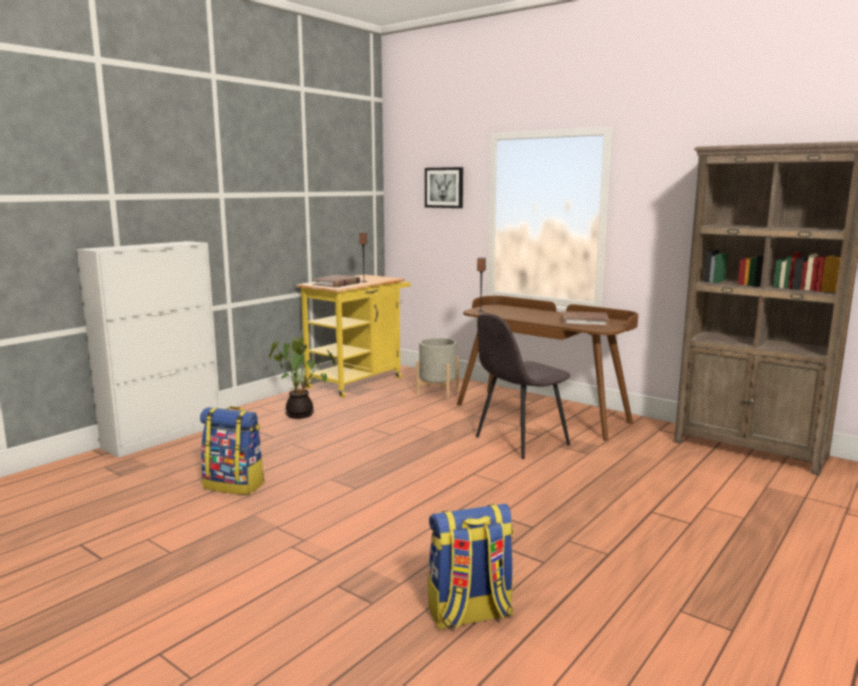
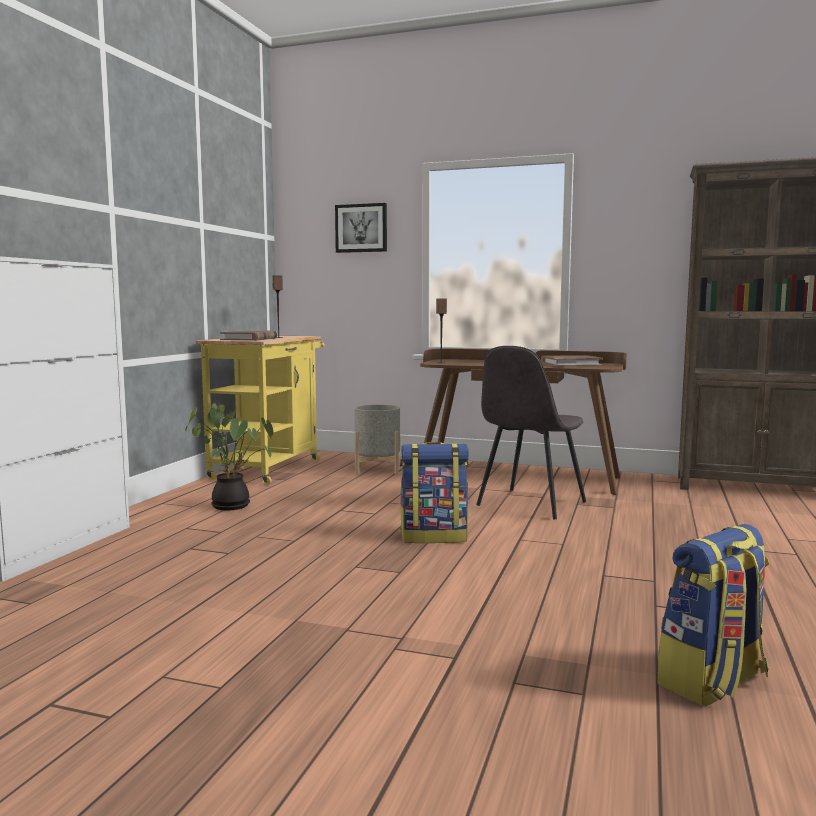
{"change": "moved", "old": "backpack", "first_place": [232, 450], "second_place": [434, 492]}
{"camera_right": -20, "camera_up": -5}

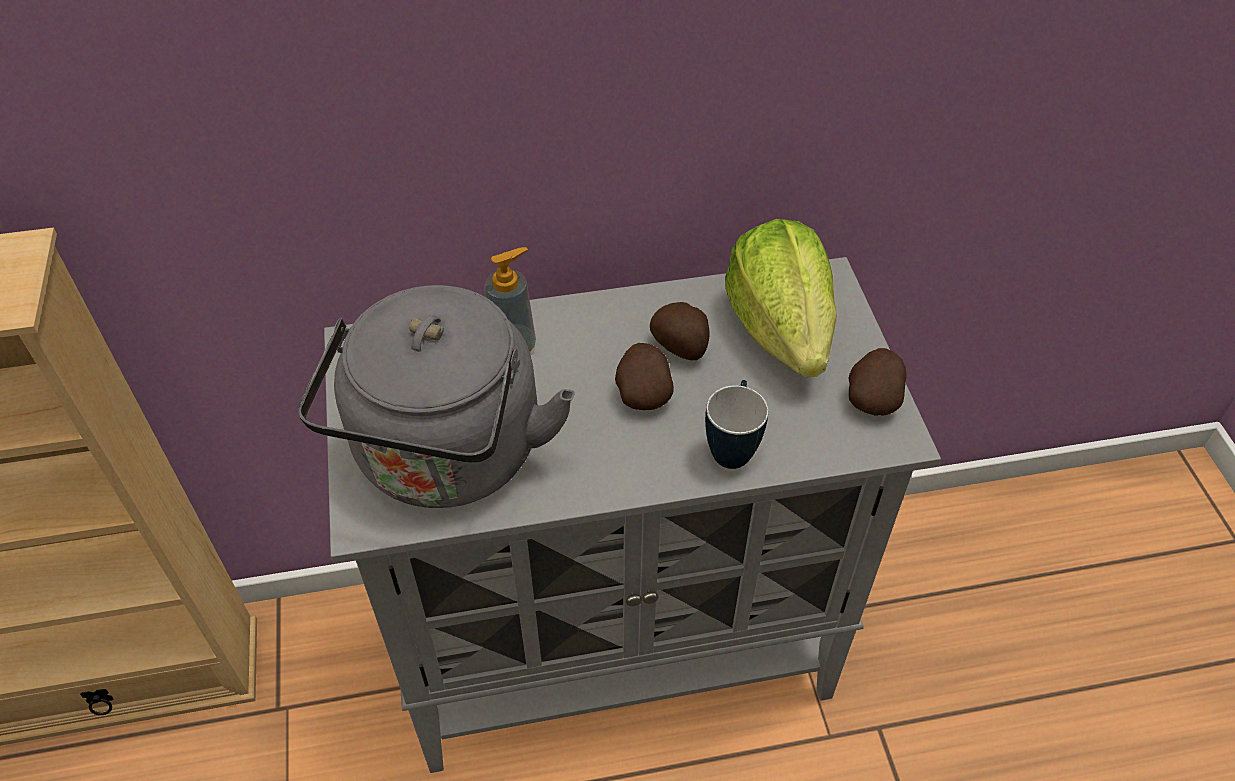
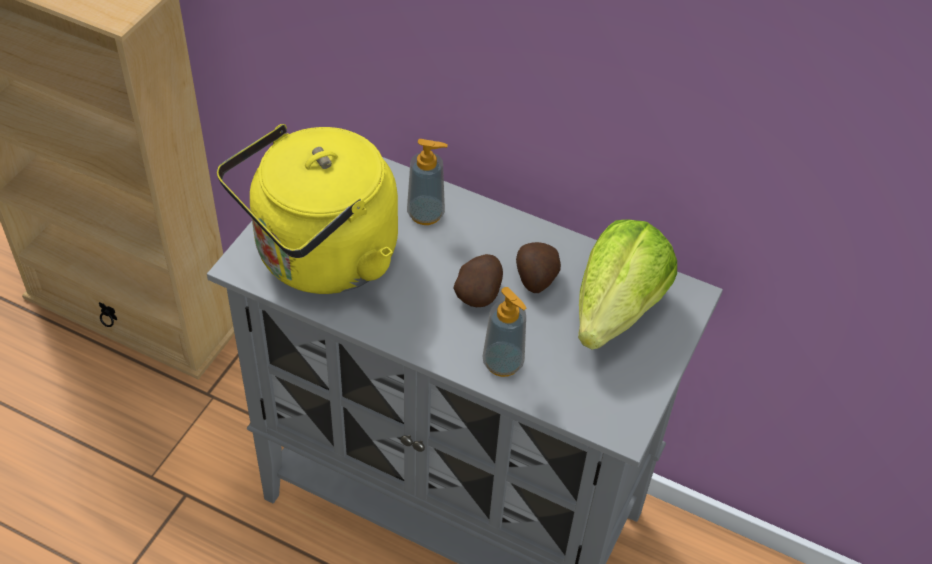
{"change": "recoloured", "old": "grey kettle", "new": "yellow kettle", "first_place": [436, 396], "second_place": [307, 209]}
{"change": "replaced", "old": "mug", "new": "soap dispenser", "first_place": [736, 424], "second_place": [504, 332]}
{"change": "removed", "old": "potato", "first_place": [877, 382]}
{"camera_right": 35, "camera_up": 0}

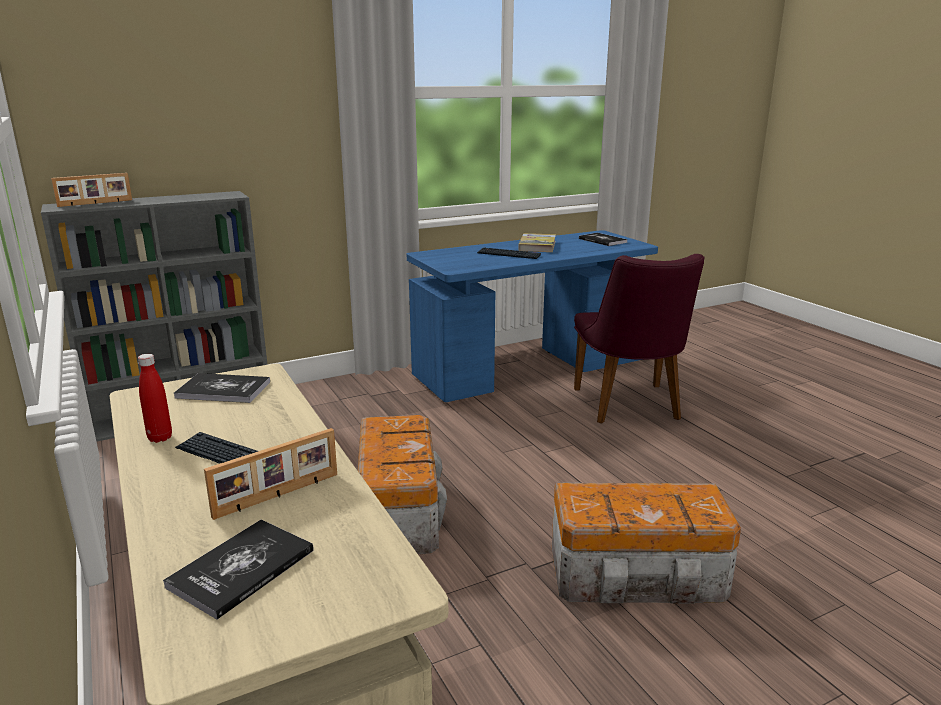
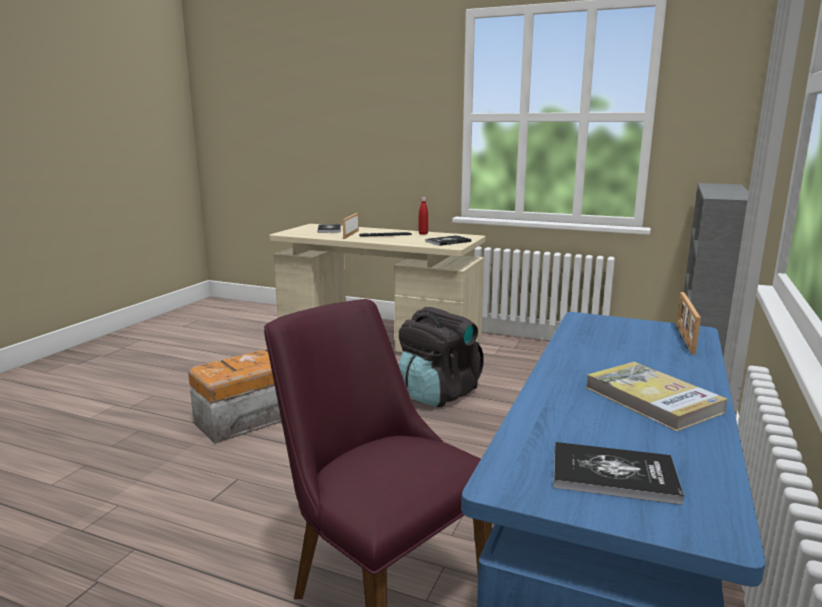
{"change": "moved", "old": "picture frame", "first_place": [91, 190], "second_place": [688, 323]}
{"change": "replaced", "old": "storage box", "new": "black backpack", "first_place": [402, 484], "second_place": [441, 357]}
{"change": "removed", "old": "keyboard", "first_place": [509, 253]}
{"camera_right": 140, "camera_up": -5}

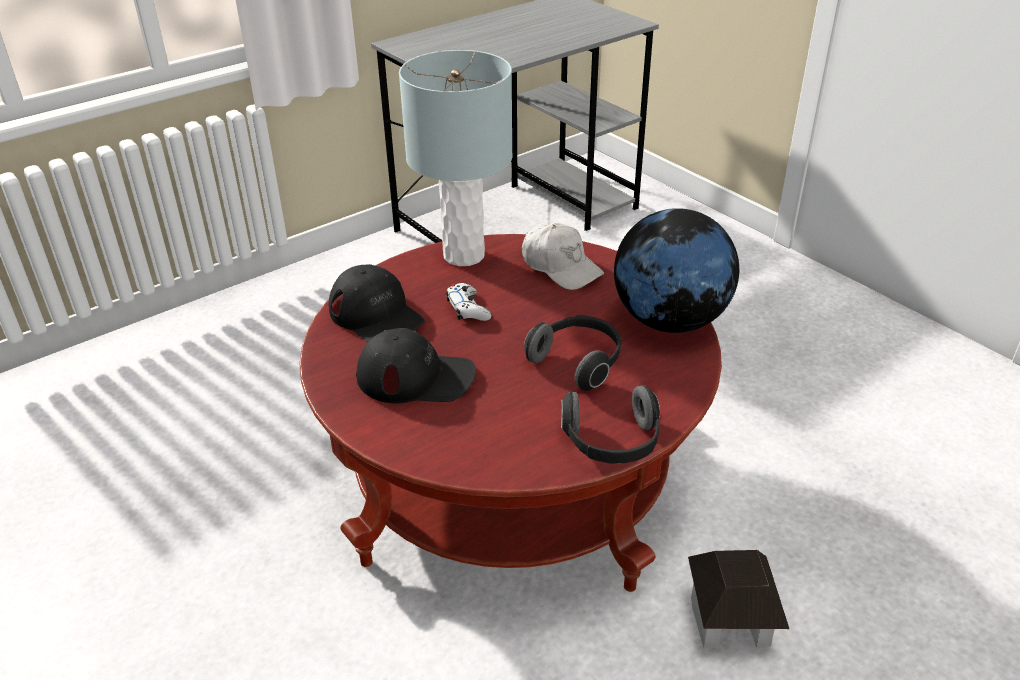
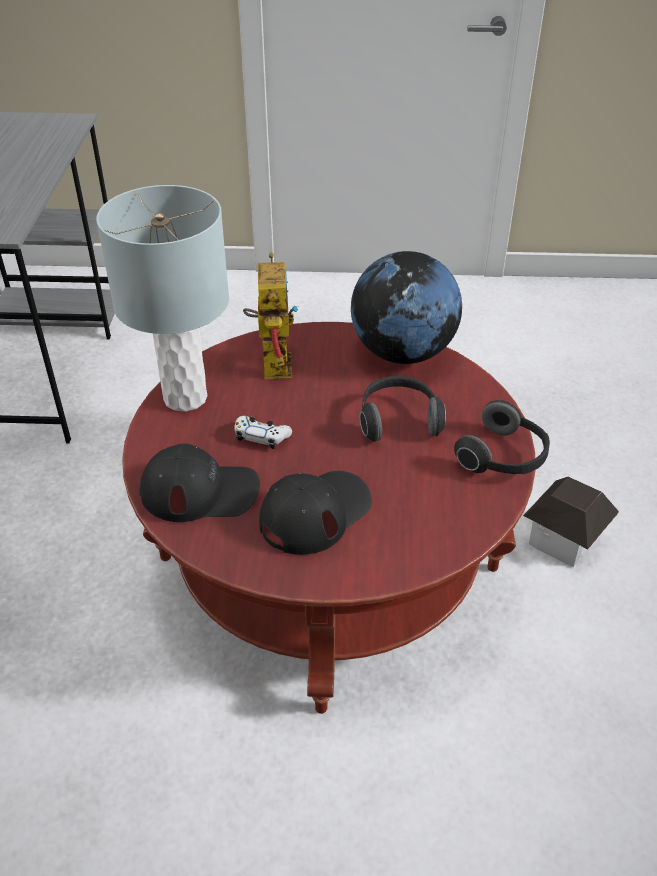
{"change": "replaced", "old": "white cap", "new": "toy robot", "first_place": [563, 256], "second_place": [270, 315]}
{"camera_right": -50, "camera_up": 5}

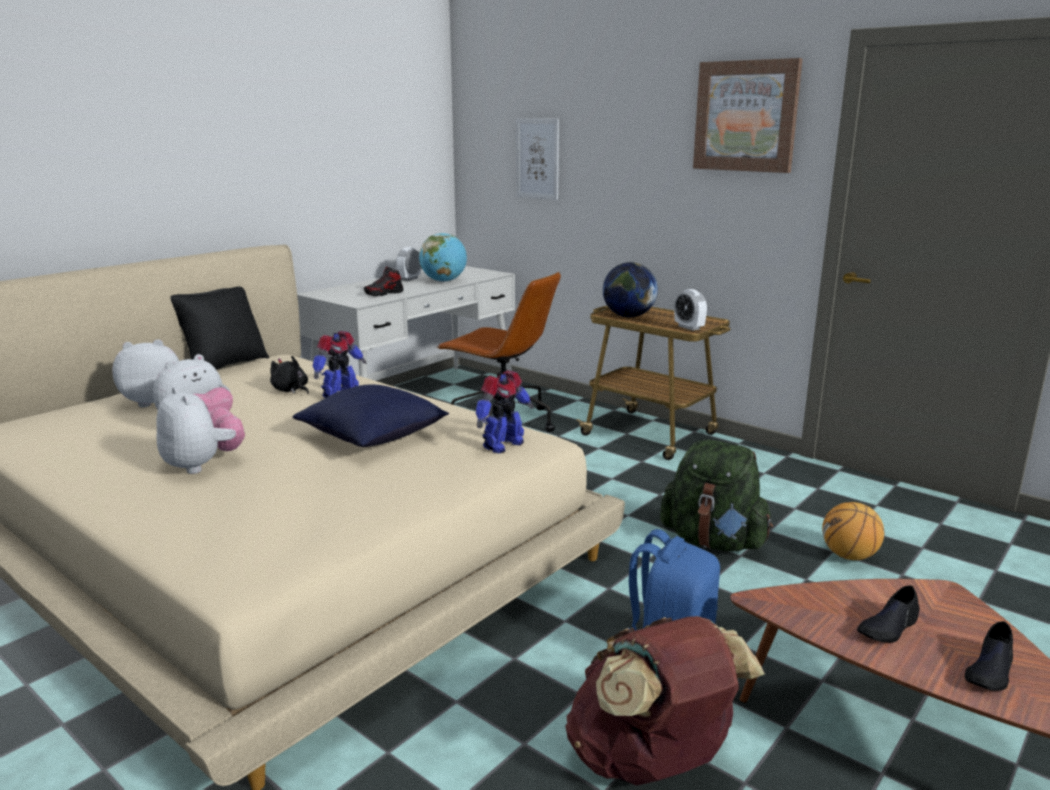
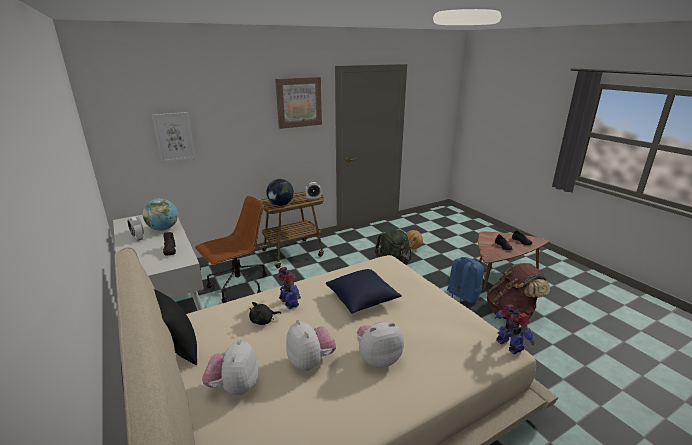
{"change": "moved", "old": "toy robot", "first_place": [505, 412], "second_place": [514, 329]}
{"camera_right": -70, "camera_up": 5}

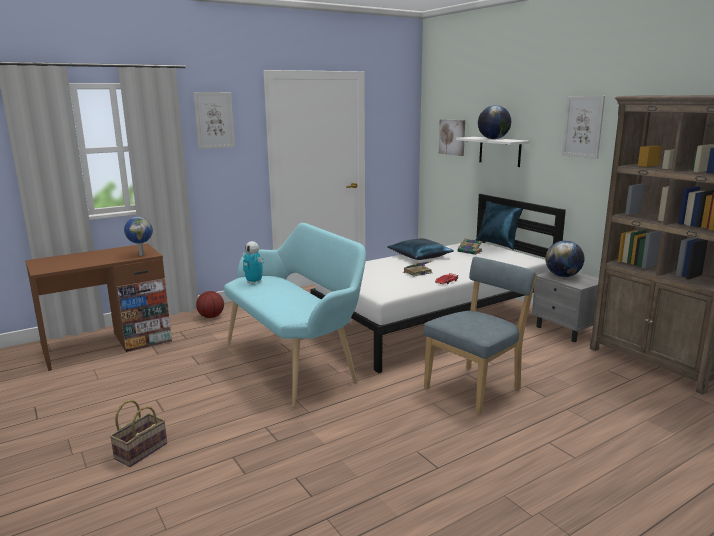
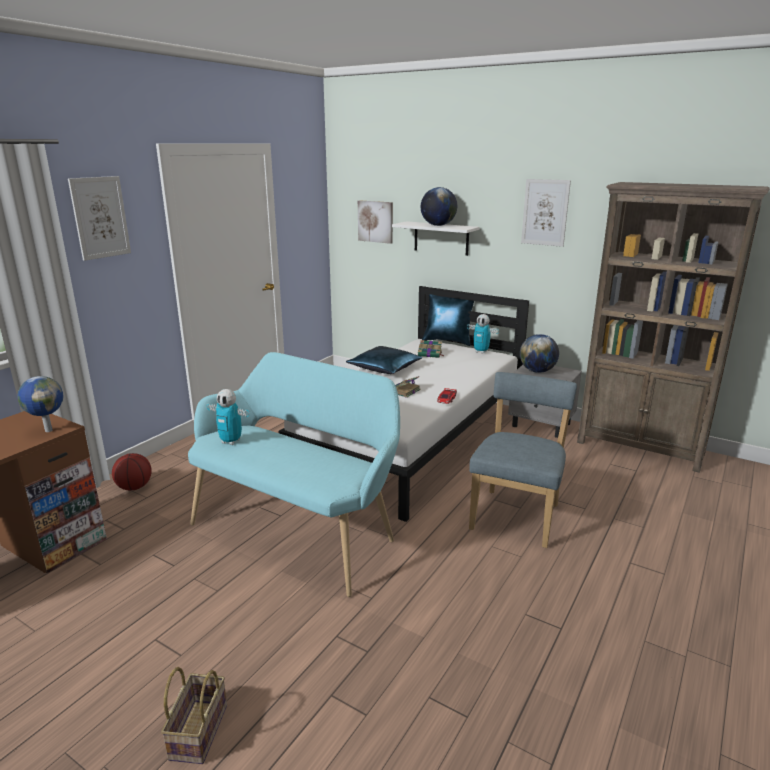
{"change": "added", "new": "toy robot", "second_place": [483, 334]}
{"camera_right": -25, "camera_up": 5}

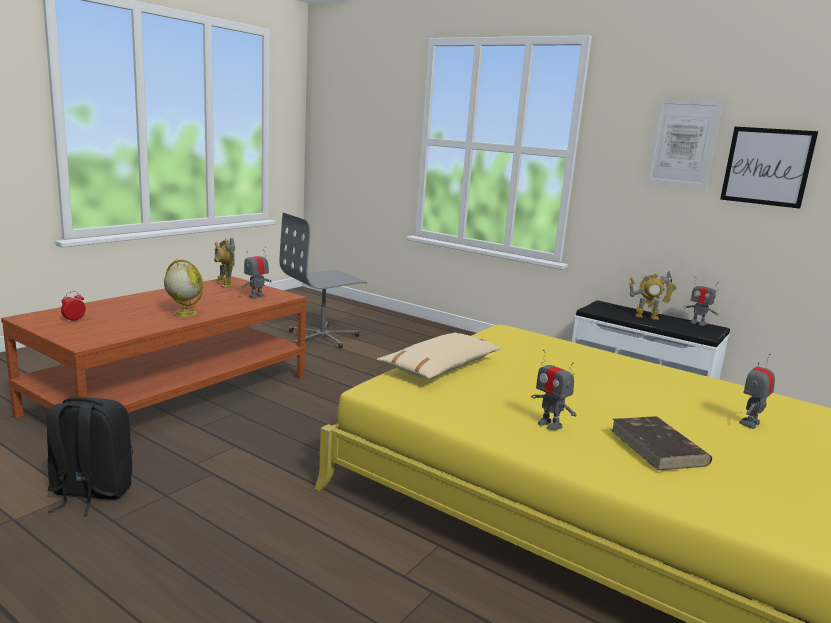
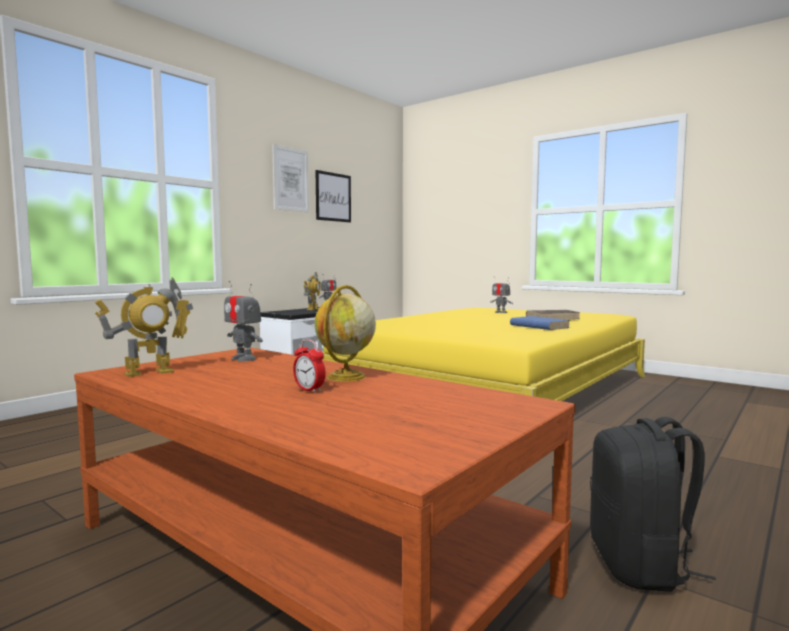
{"change": "moved", "old": "alarm clock", "first_place": [73, 306], "second_place": [309, 366]}
{"change": "removed", "old": "grey office chair", "first_place": [323, 280]}
{"change": "removed", "old": "beige pillow", "first_place": [439, 355]}
{"change": "replaced", "old": "toy robot", "new": "blue book", "first_place": [554, 389], "second_place": [540, 323]}
{"camera_right": -85, "camera_up": -10}

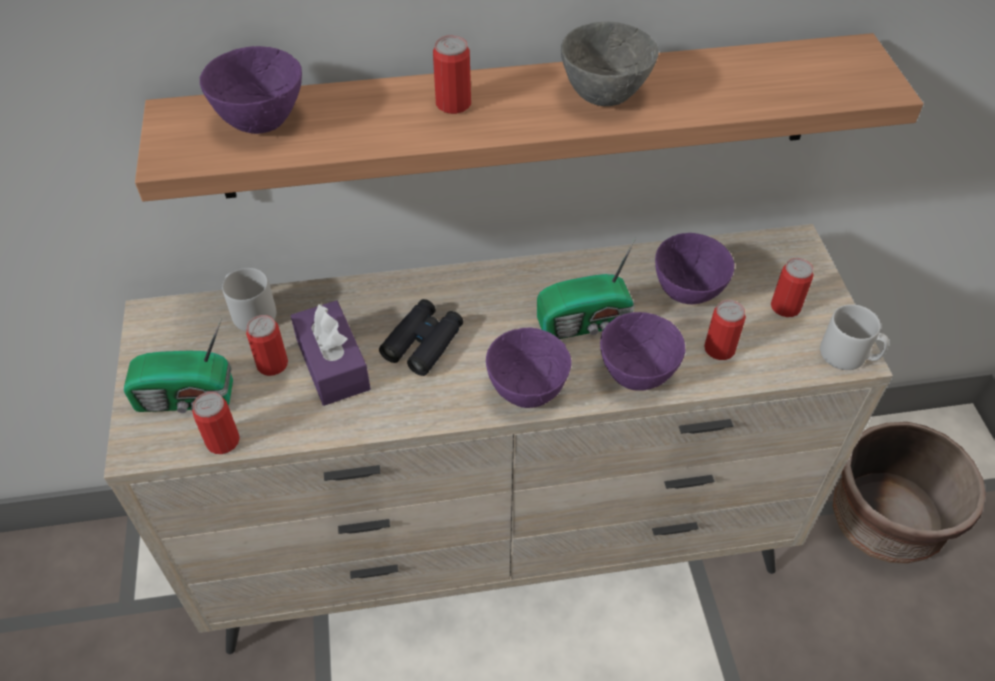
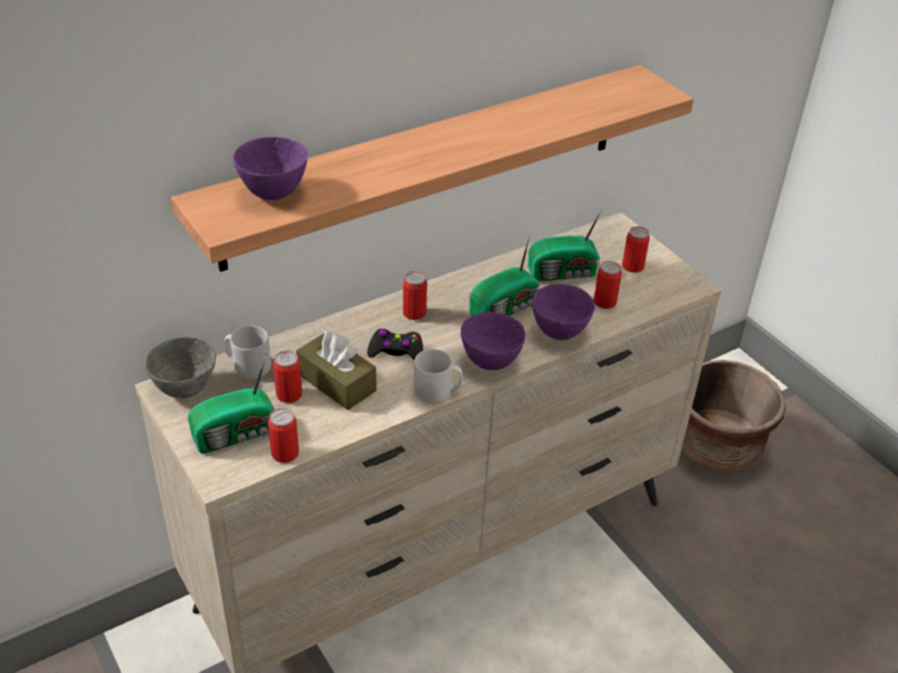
{"change": "recoloured", "old": "purple tissue box", "new": "brown tissue box", "first_place": [331, 353], "second_place": [336, 370]}
{"change": "replaced", "old": "black binoculars", "new": "black game controller", "first_place": [421, 337], "second_place": [395, 344]}
{"change": "moved", "old": "can", "first_place": [452, 74], "second_place": [415, 295]}
{"change": "moved", "old": "grey bowl", "first_place": [610, 64], "second_place": [180, 367]}
{"change": "replaced", "old": "purple bowl", "new": "radio", "first_place": [695, 268], "second_place": [565, 244]}
{"change": "moved", "old": "grey mug", "first_place": [854, 337], "second_place": [438, 376]}
{"camera_right": -25, "camera_up": -10}

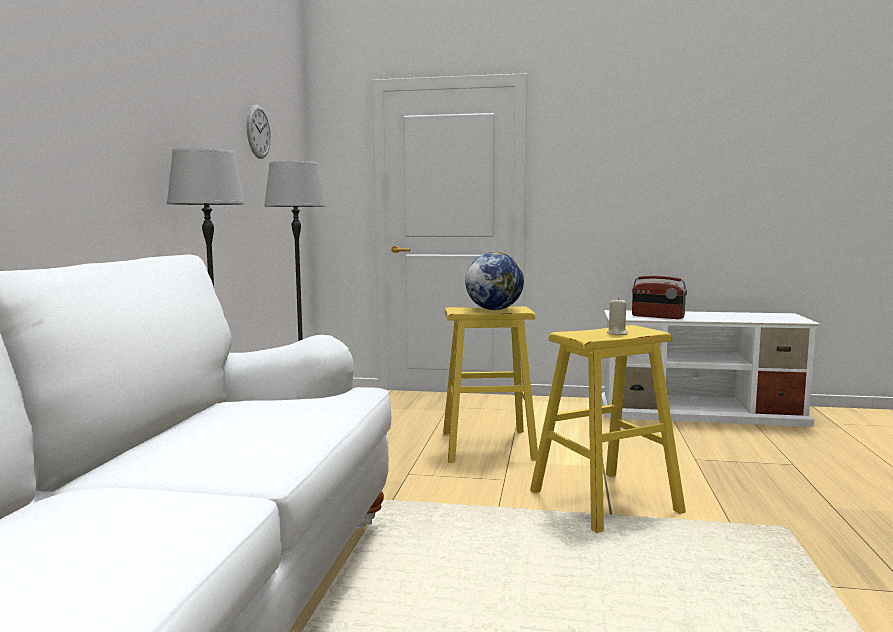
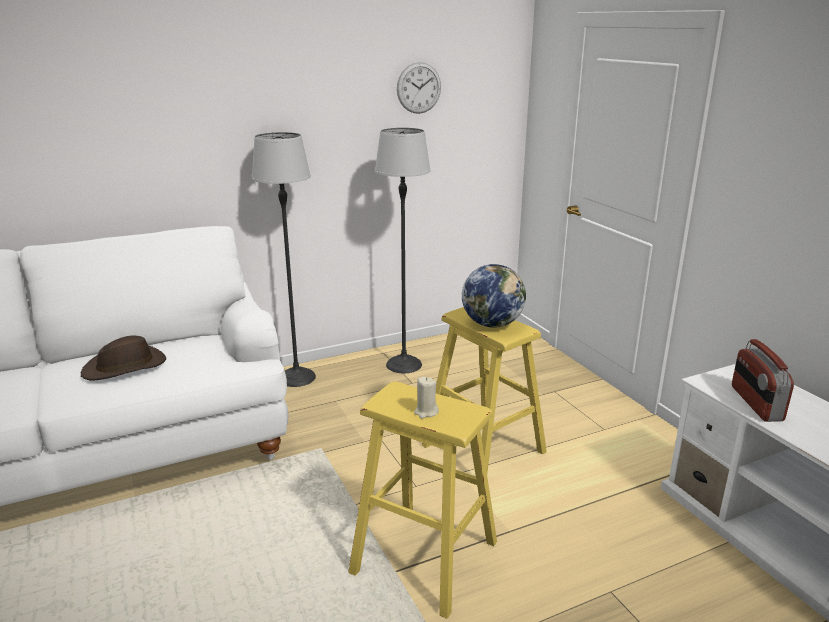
{"change": "added", "new": "brown hat", "second_place": [123, 358]}
{"camera_right": 55, "camera_up": 15}

